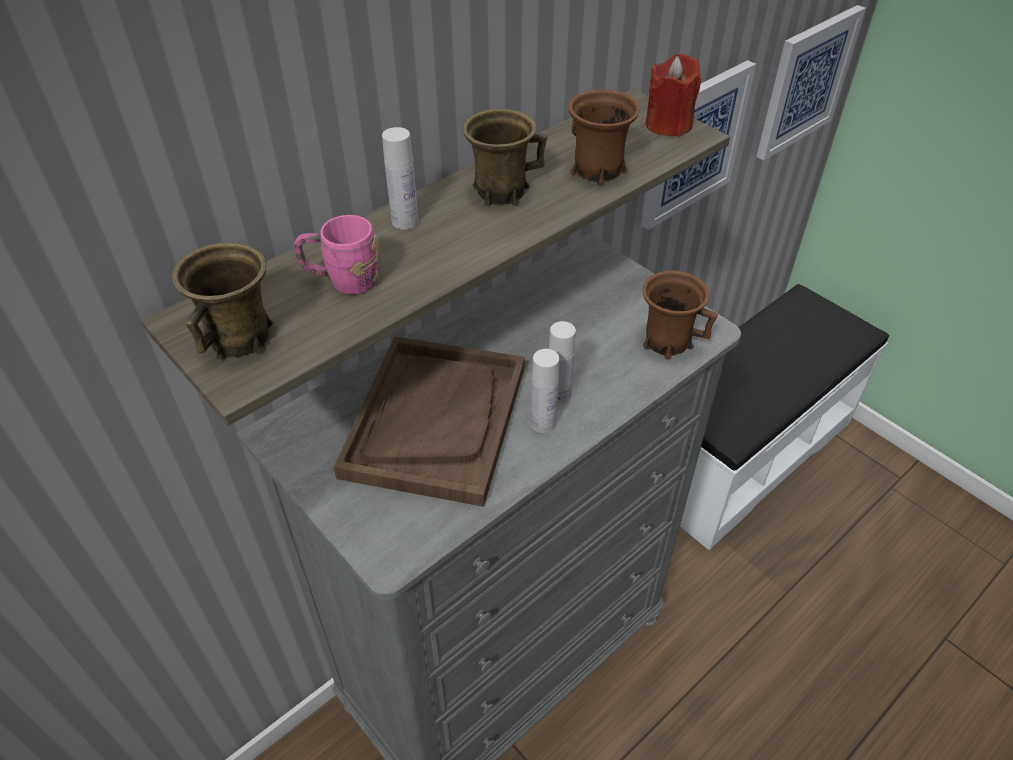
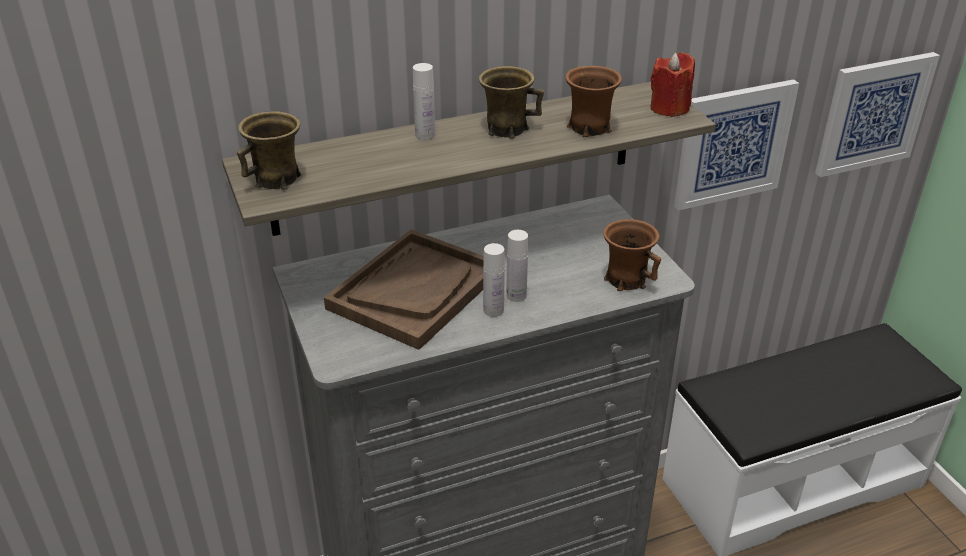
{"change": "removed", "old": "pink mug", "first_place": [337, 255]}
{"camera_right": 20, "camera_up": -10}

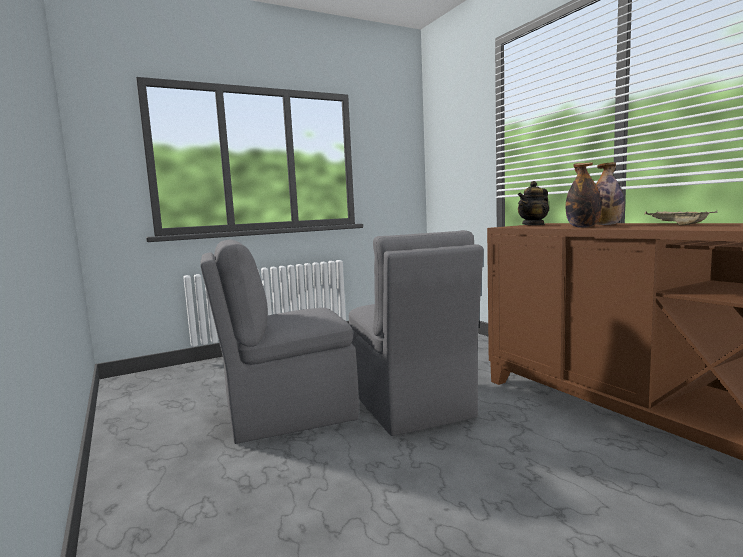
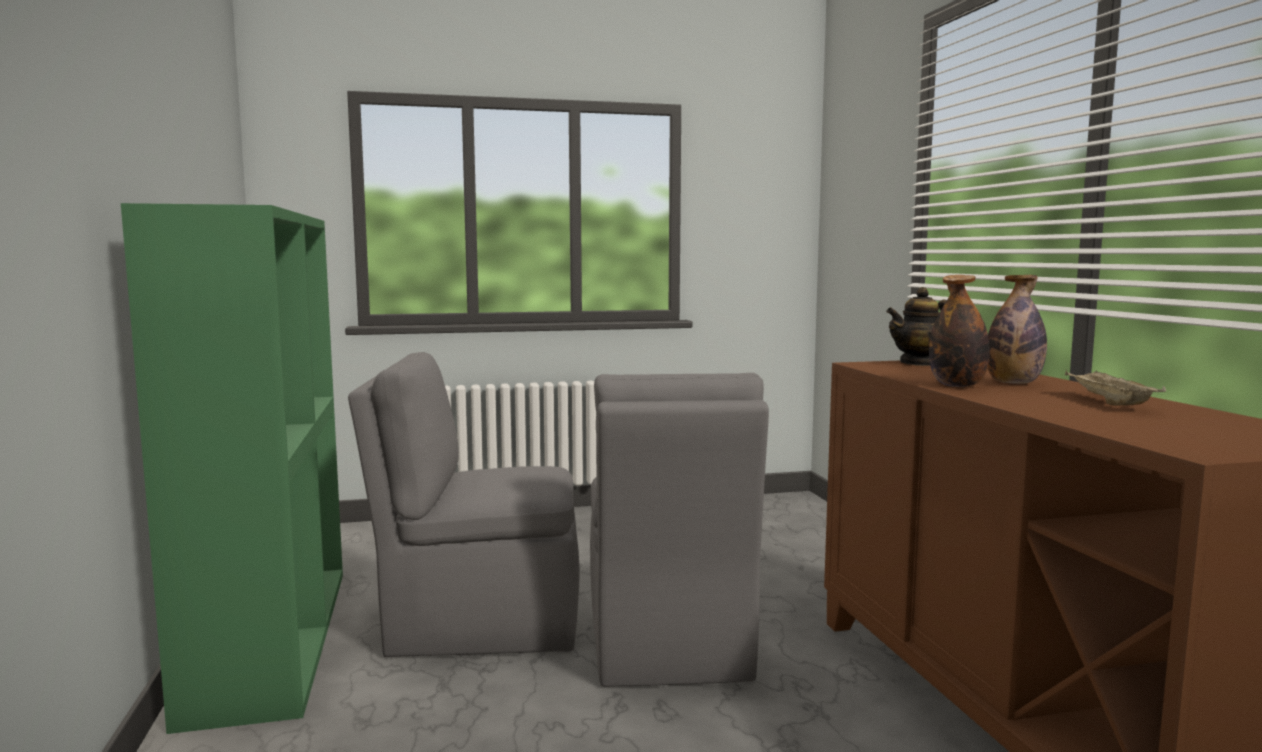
{"change": "added", "new": "green bookcase", "second_place": [232, 468]}
{"camera_right": 15, "camera_up": 0}

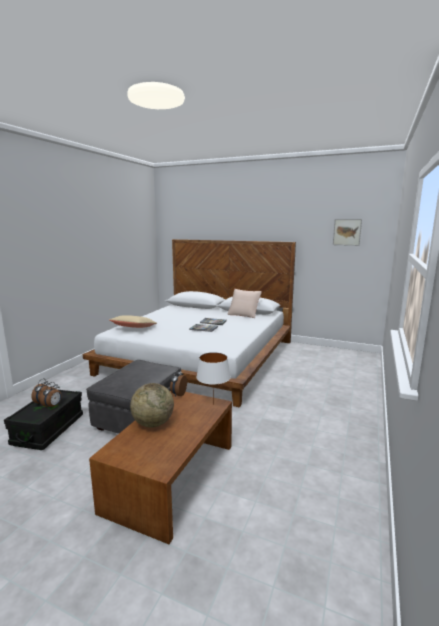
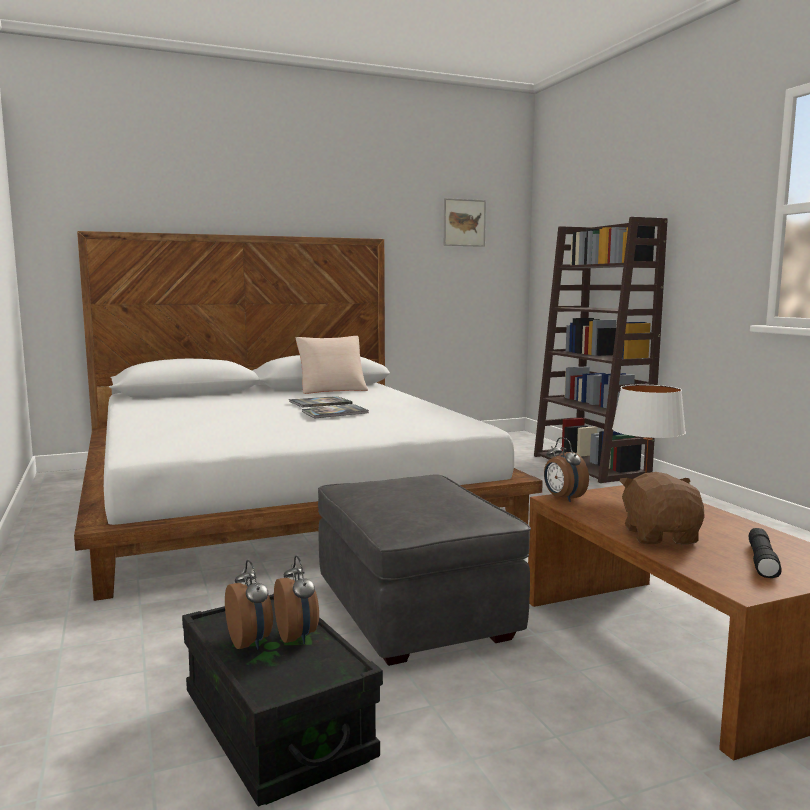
{"change": "removed", "old": "beige pillow", "first_place": [133, 321]}
{"change": "replaced", "old": "globe", "new": "brown plush toy", "first_place": [152, 405], "second_place": [662, 508]}
{"change": "added", "new": "brown bookcase", "second_place": [601, 350]}
{"change": "added", "new": "black flashlight", "second_place": [765, 553]}
{"camera_right": -45, "camera_up": -5}

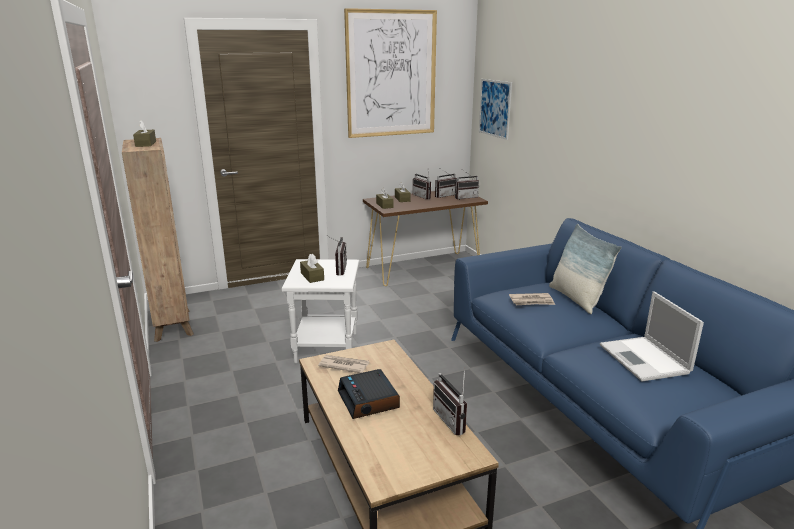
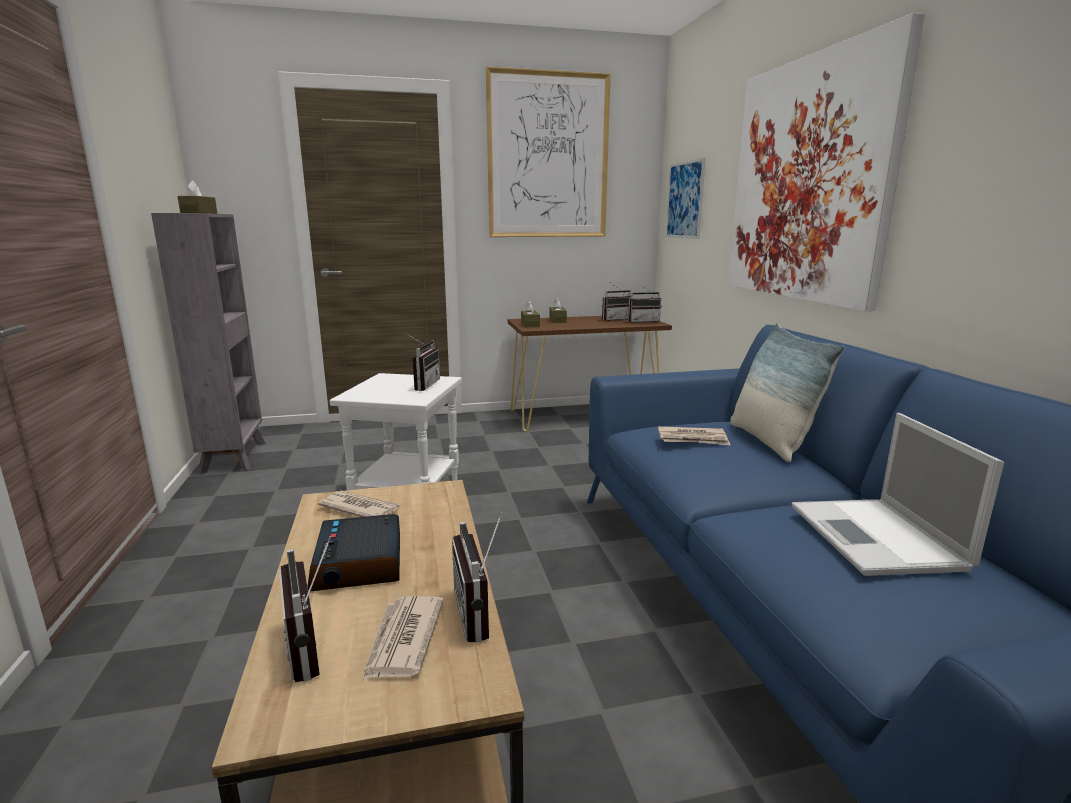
{"change": "recoloured", "old": "brown bookcase", "new": "grey bookcase", "first_place": [158, 240], "second_place": [208, 343]}
{"change": "removed", "old": "brown tissue box", "first_place": [312, 268]}
{"change": "moved", "old": "radio", "first_place": [422, 186], "second_place": [305, 609]}
{"change": "added", "new": "newspaper", "second_place": [403, 638]}
{"change": "added", "new": "picture", "second_place": [826, 162]}
{"camera_right": 10, "camera_up": -5}

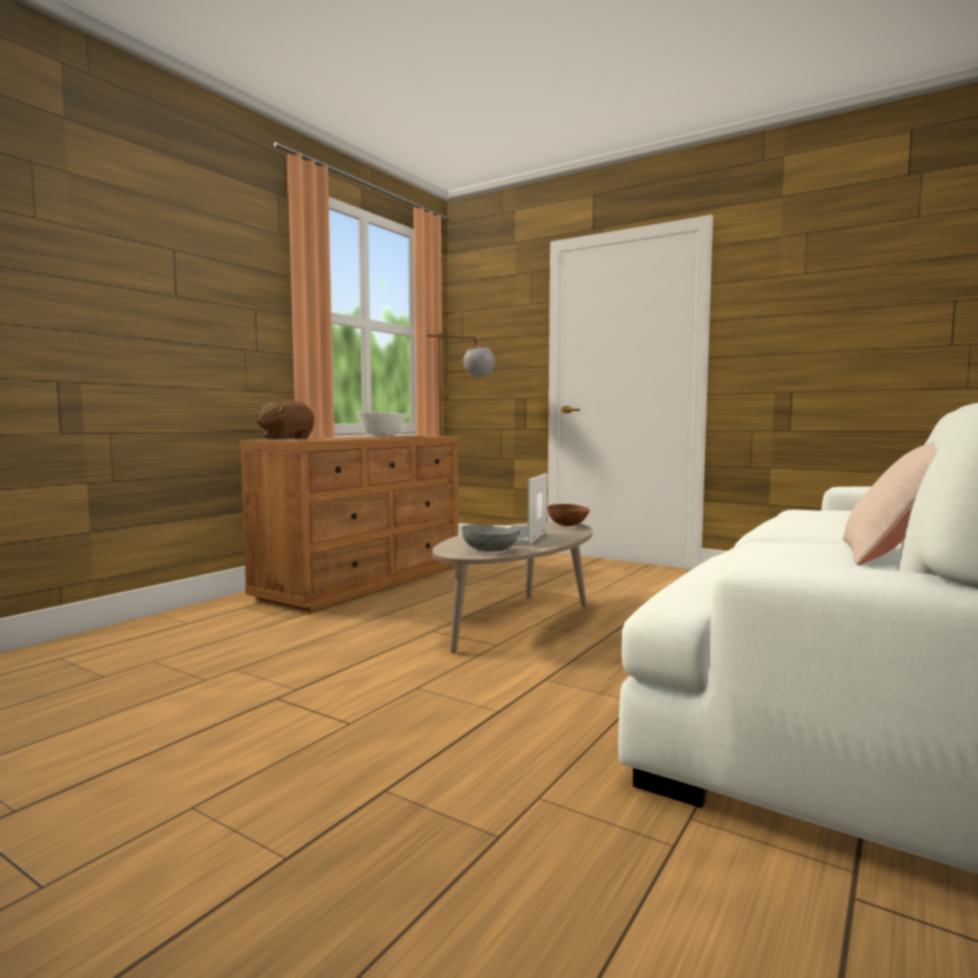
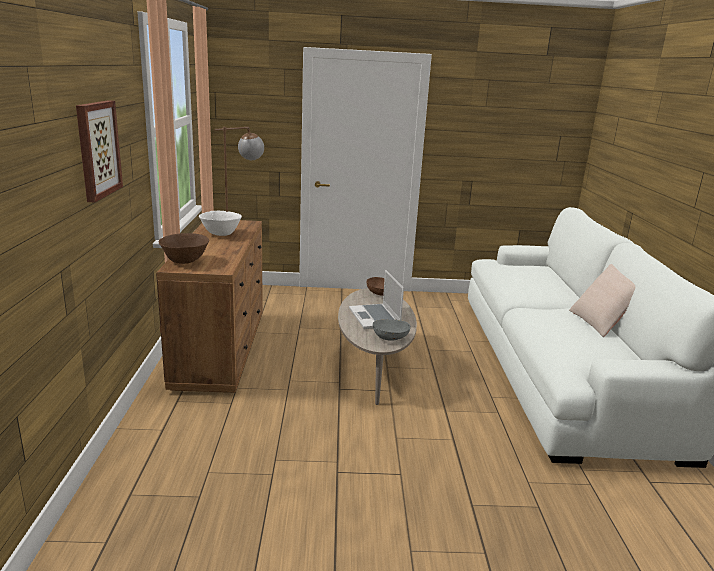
{"change": "replaced", "old": "brown plush toy", "new": "brown bowl", "first_place": [285, 420], "second_place": [183, 248]}
{"change": "added", "new": "picture", "second_place": [99, 151]}
{"camera_right": -35, "camera_up": 15}

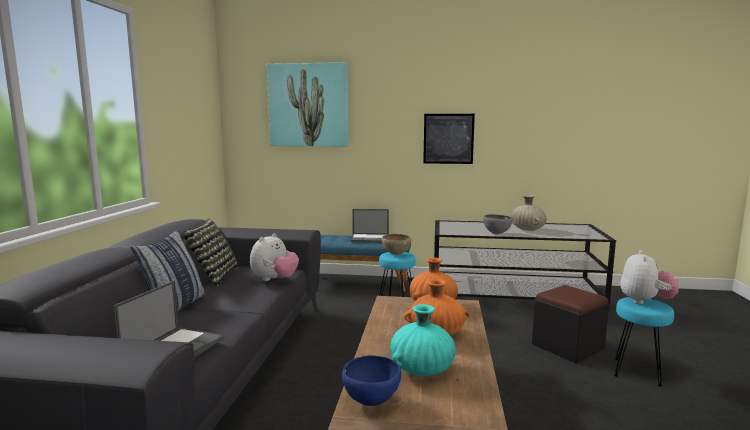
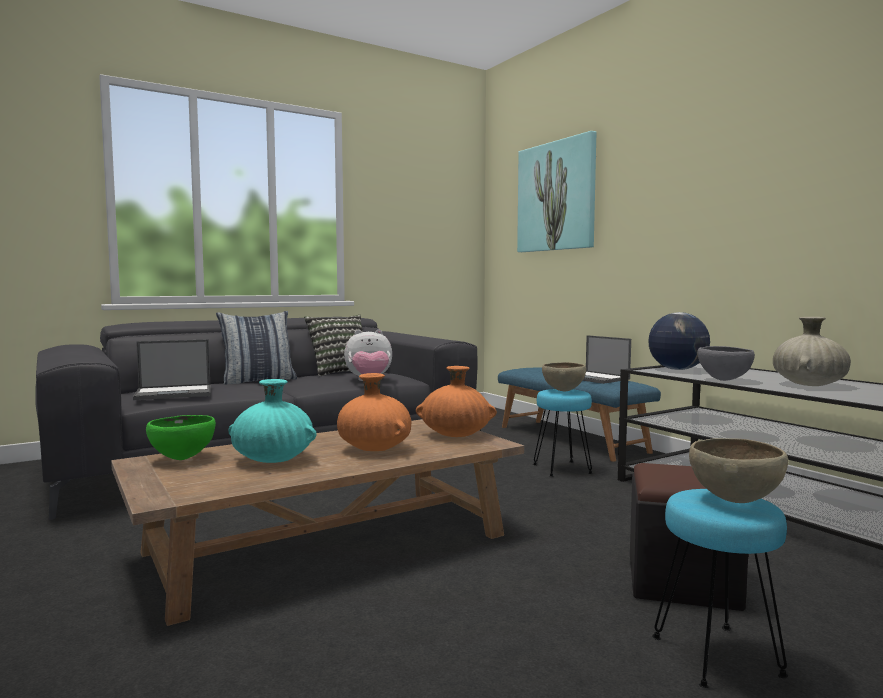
{"change": "recoloured", "old": "blue bowl", "new": "green bowl", "first_place": [371, 380], "second_place": [181, 437]}
{"change": "removed", "old": "picture", "first_place": [449, 139]}
{"change": "replaced", "old": "plush toy", "new": "brown bowl", "first_place": [649, 277], "second_place": [738, 470]}
{"change": "added", "new": "globe", "second_place": [679, 341]}
{"camera_right": 50, "camera_up": -5}

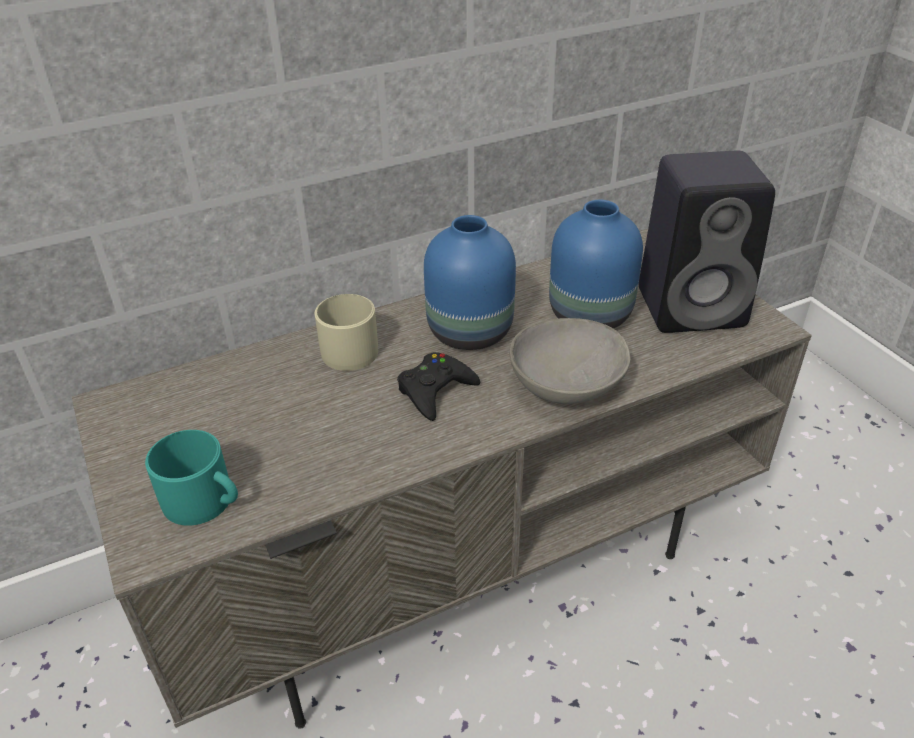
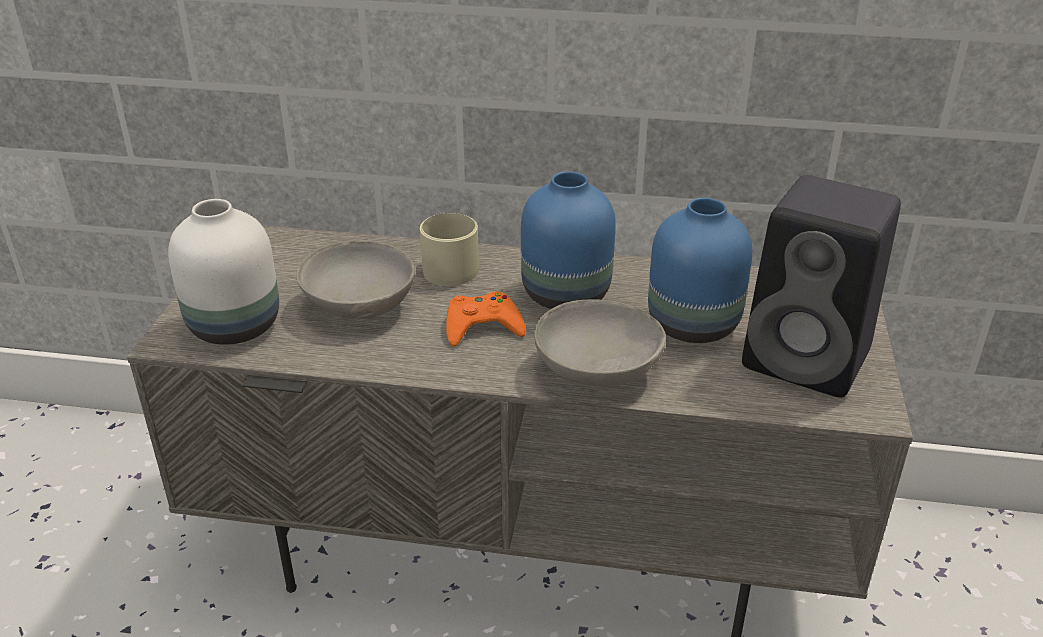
{"change": "replaced", "old": "turquoise mug", "new": "white vase", "first_place": [191, 478], "second_place": [223, 272]}
{"change": "recoloured", "old": "black game controller", "new": "orange game controller", "first_place": [438, 386], "second_place": [486, 319]}
{"change": "added", "new": "grey bowl", "second_place": [355, 279]}
{"camera_right": 35, "camera_up": -5}

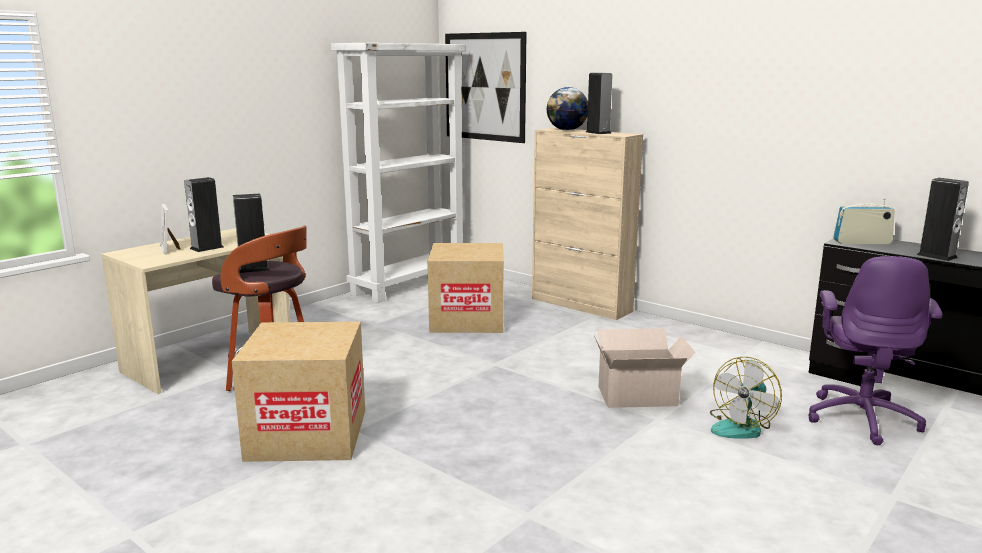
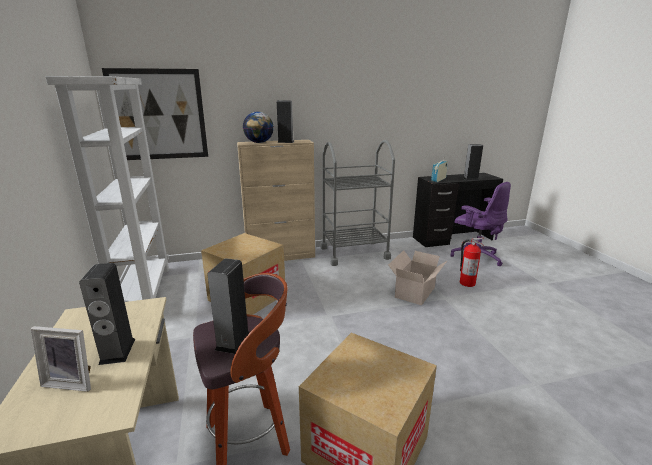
{"change": "replaced", "old": "fan", "new": "fire extinguisher", "first_place": [746, 398], "second_place": [472, 262]}
{"change": "added", "new": "grey cart", "second_place": [358, 203]}
{"camera_right": -55, "camera_up": 5}

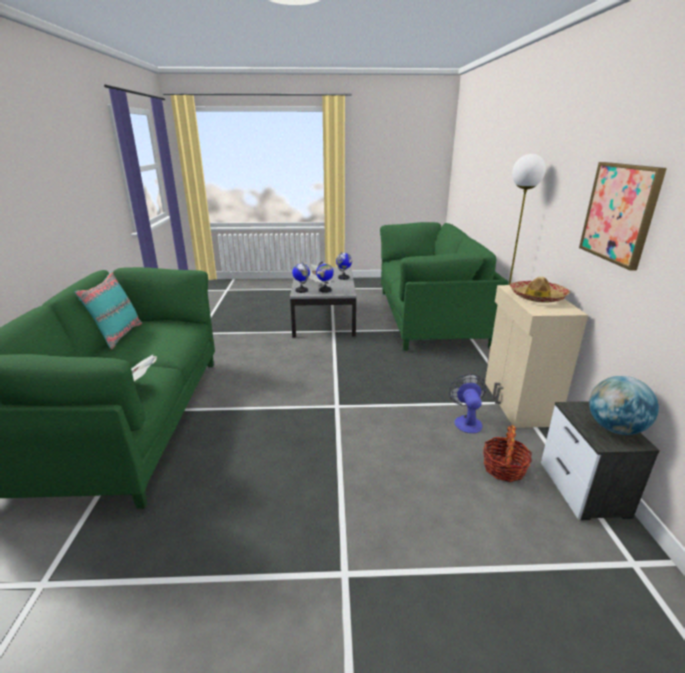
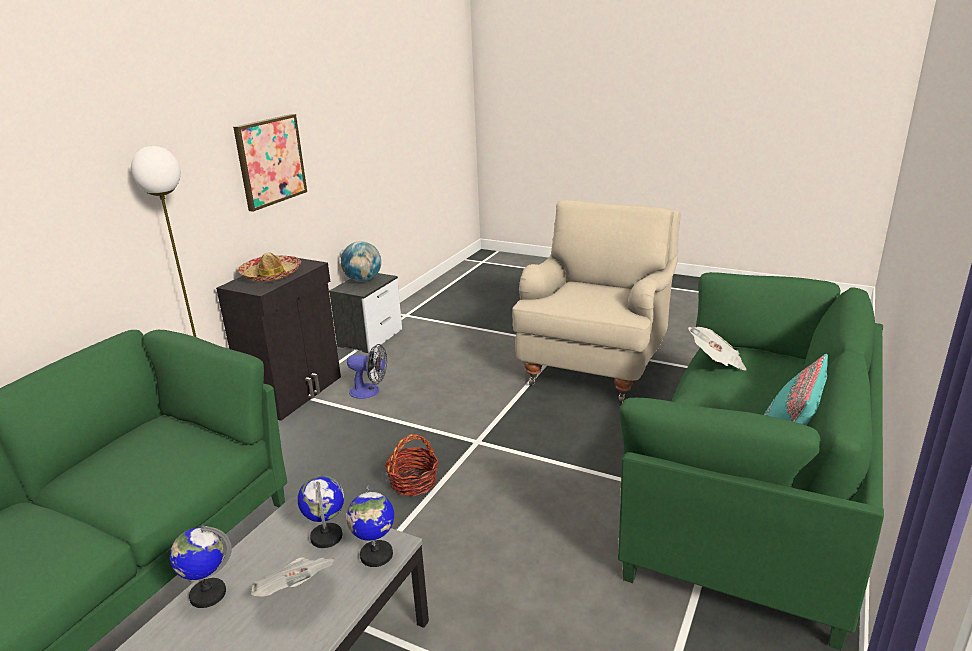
{"change": "turned", "old": "fan", "first_place": [467, 403], "second_place": [367, 371], "degrees": -105}
{"change": "moved", "old": "basket", "first_place": [507, 453], "second_place": [412, 465]}
{"change": "recoloured", "old": "beige cabinet", "new": "black cabinet", "first_place": [536, 356], "second_place": [278, 339]}
{"change": "added", "new": "beige armchair", "second_place": [596, 301]}
{"camera_right": -150, "camera_up": 0}

